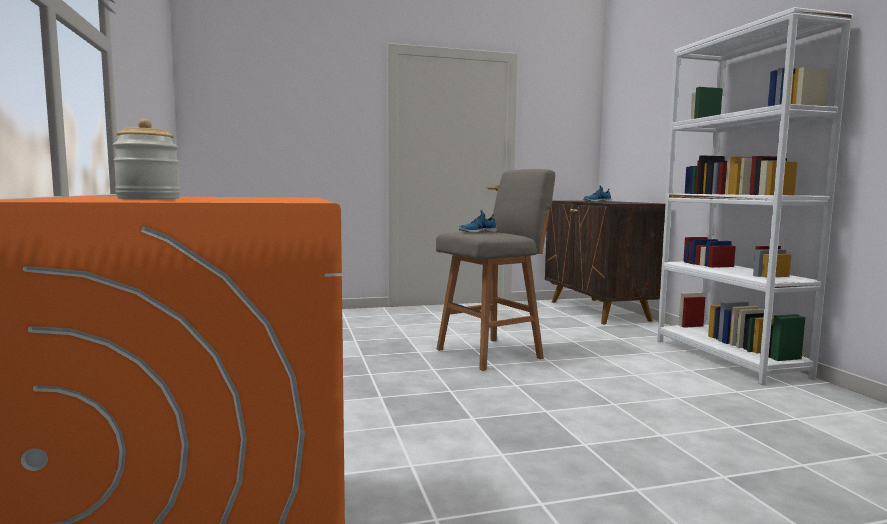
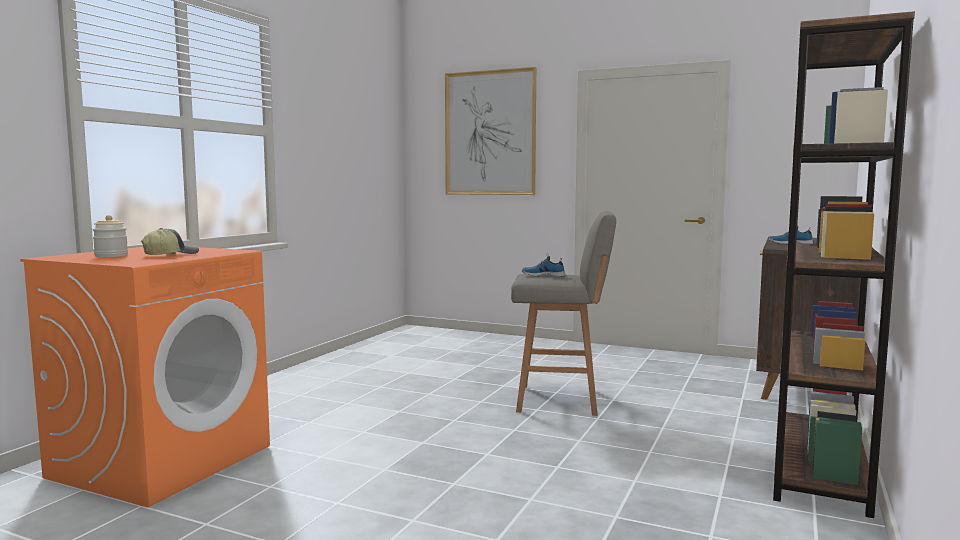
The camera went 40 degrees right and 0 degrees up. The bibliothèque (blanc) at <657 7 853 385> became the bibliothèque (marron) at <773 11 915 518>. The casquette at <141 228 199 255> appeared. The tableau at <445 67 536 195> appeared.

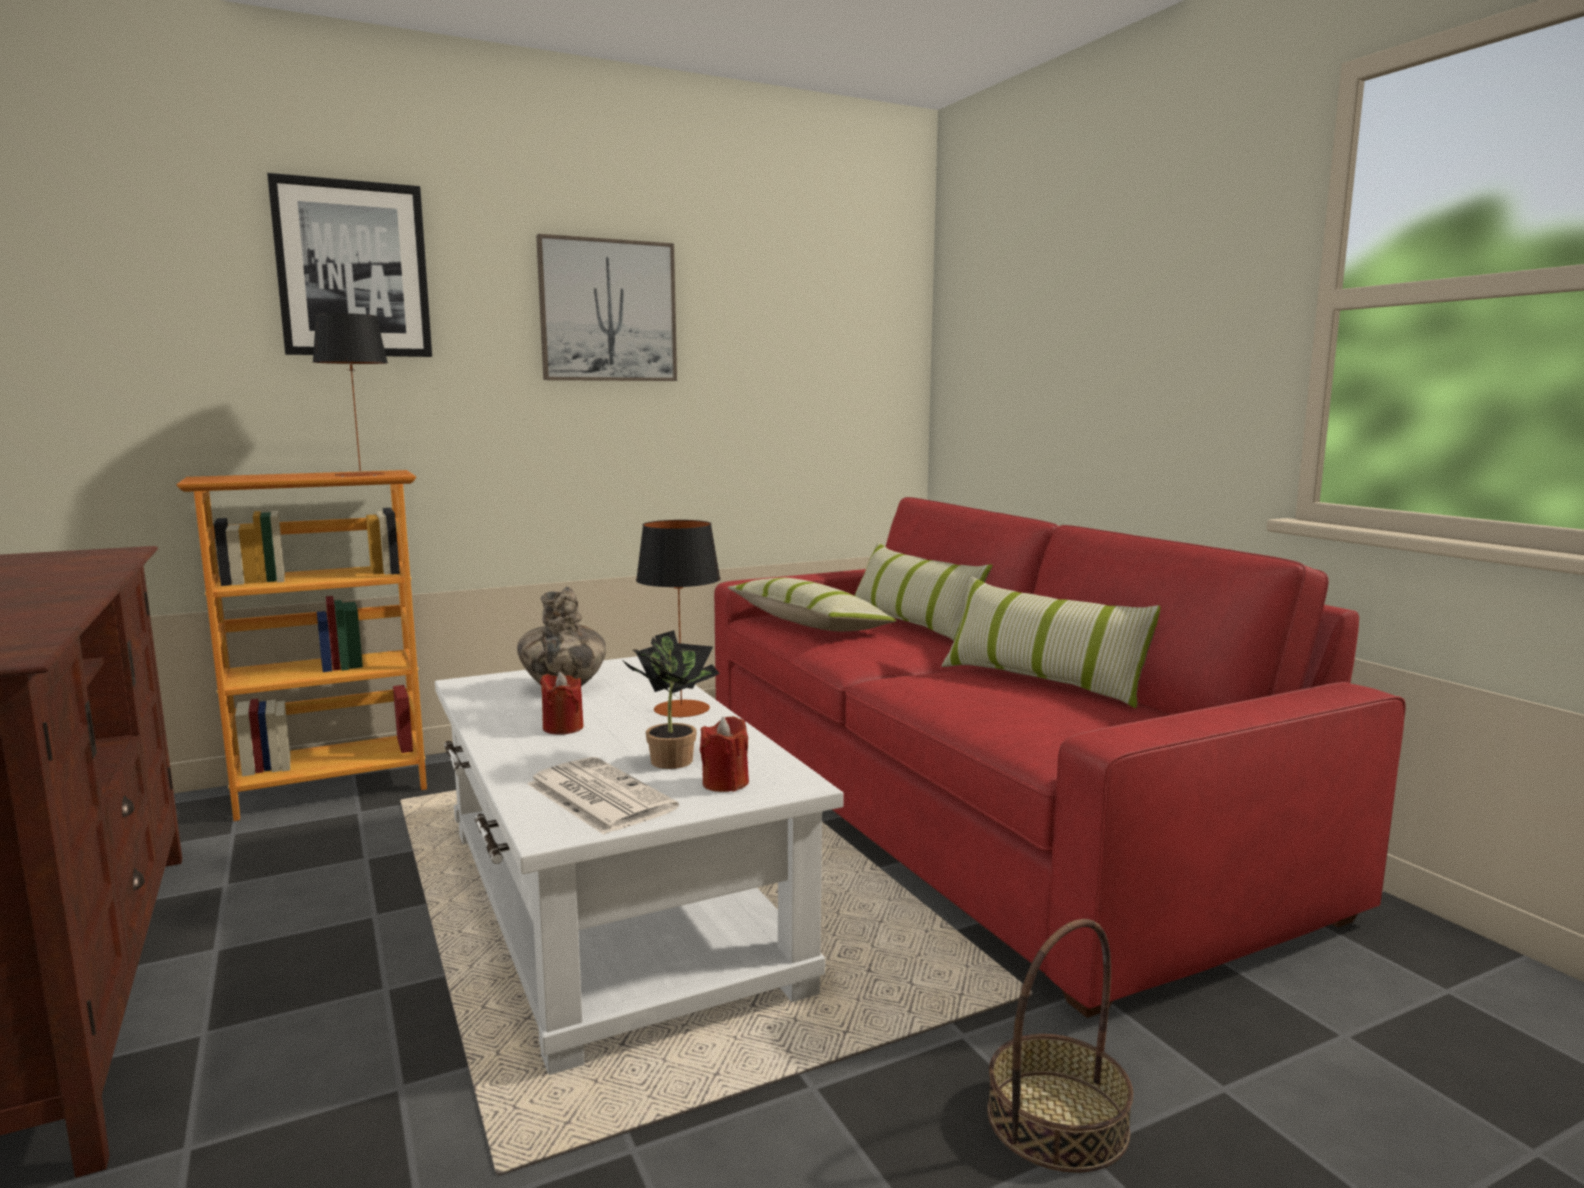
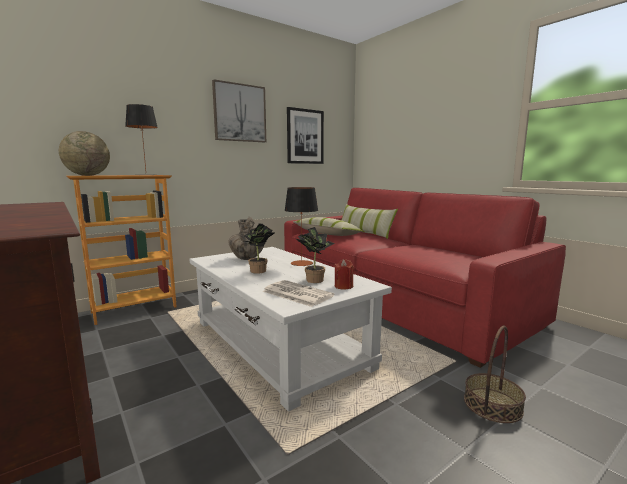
The camera went 10 degrees left and 0 degrees up. The tableau moved from <267 173 432 357> to <287 107 324 164>. The bougie (rouge) at <540 672 584 735> was replaced by the plante en pot at <242 223 275 274>. The coussin at <941 576 1160 708> disappeared. The globe at <59 131 110 176> appeared.

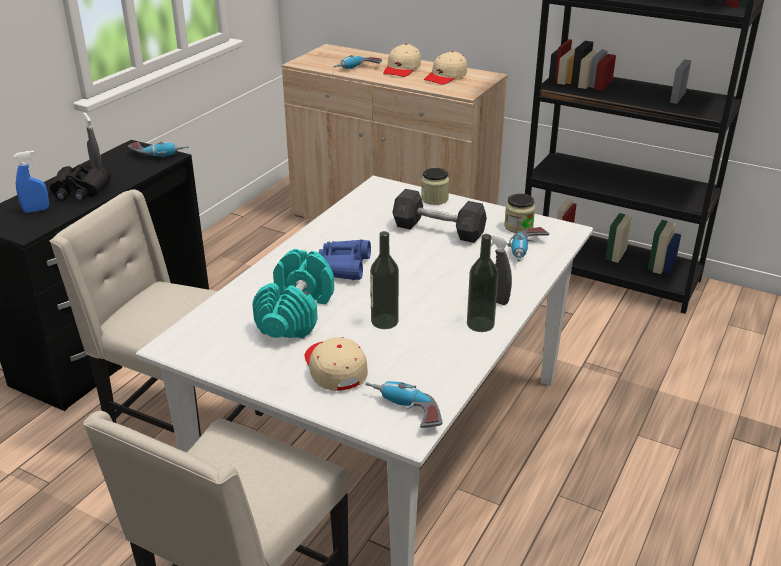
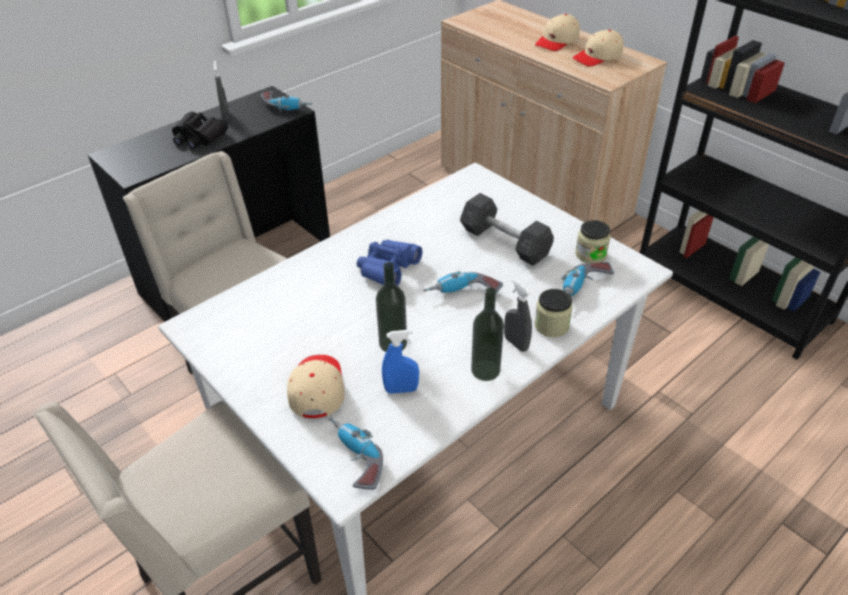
The camera went 20 degrees right and 10 degrees up. The vaporisateur (bleu) moved from <14 151 49 213> to <382 330 419 394>. The haltère (turquoise) at <252 249 334 338> disappeared. The perceuse moved from <334 55 382 69> to <423 271 503 293>. The bocal moved from <421 168 449 205> to <534 289 573 337>.

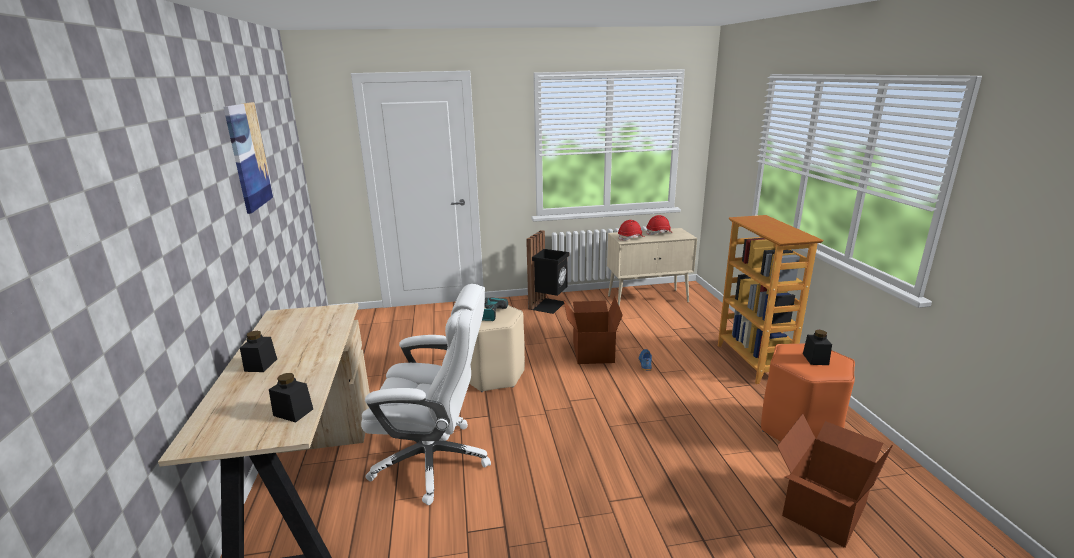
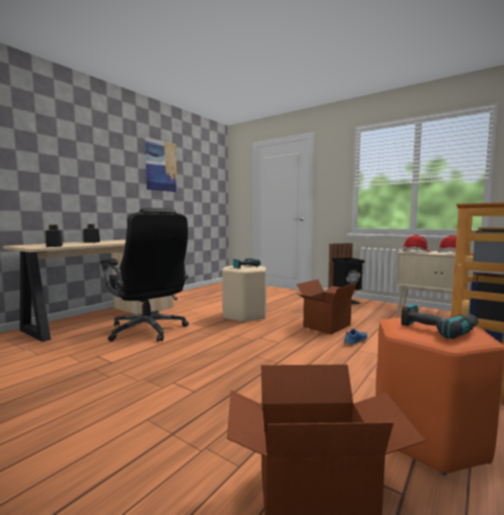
The camera went 45 degrees right and 15 degrees down. The chaise de bureau (blanc) at <361 284 491 505> became the chaise de bureau (noir) at <100 208 189 342>. The bocal (noir) at <803 330 832 365> was replaced by the perceuse at <401 304 478 339>.

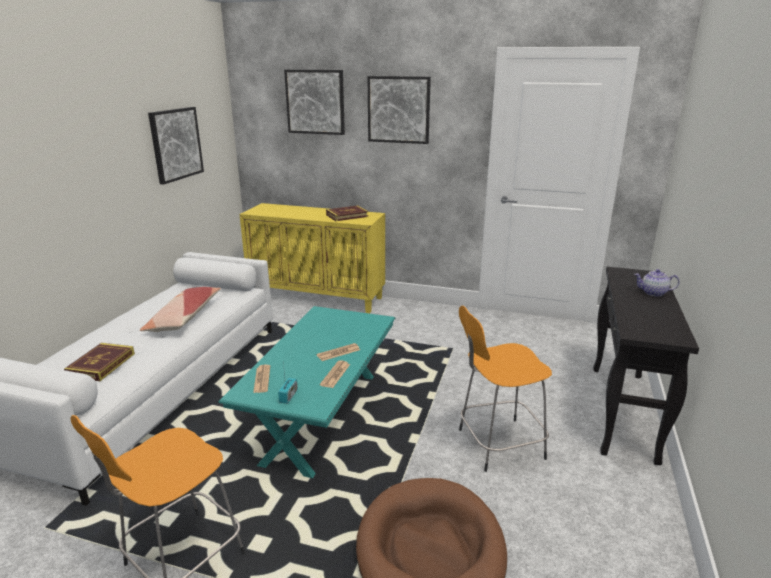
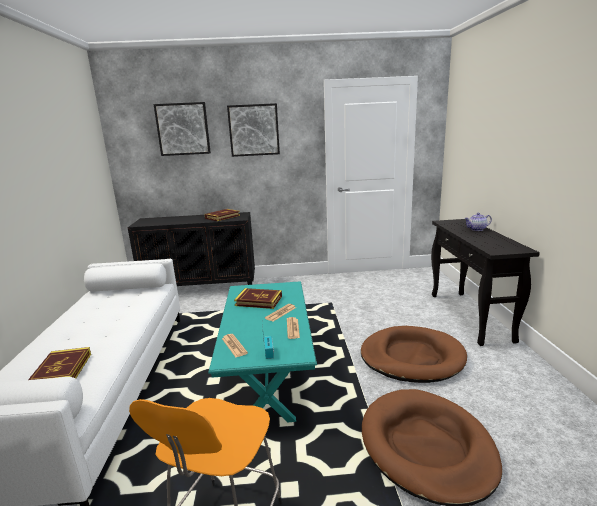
The camera went 20 degrees left and 5 degrees down. The coussin at <140 287 221 332> disappeared. The tableau at <148 107 204 185> disappeared. The meuble de rangement (jaune) at <239 203 385 313> became the meuble de rangement (noir) at <128 212 255 286>. The tabouret (orange) at <459 306 552 472> was replaced by the panier pour chien (marron) at <361 326 467 383>. The livre at <234 288 282 309> appeared.

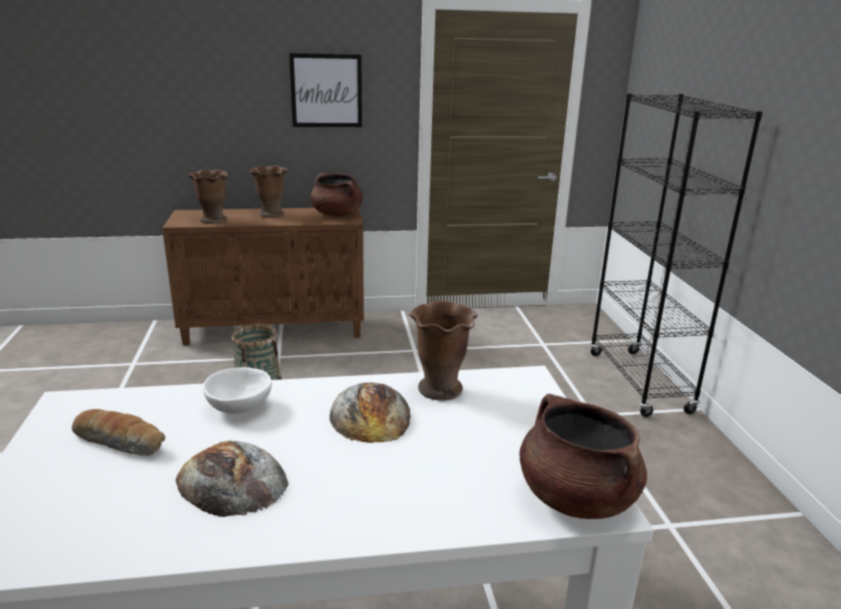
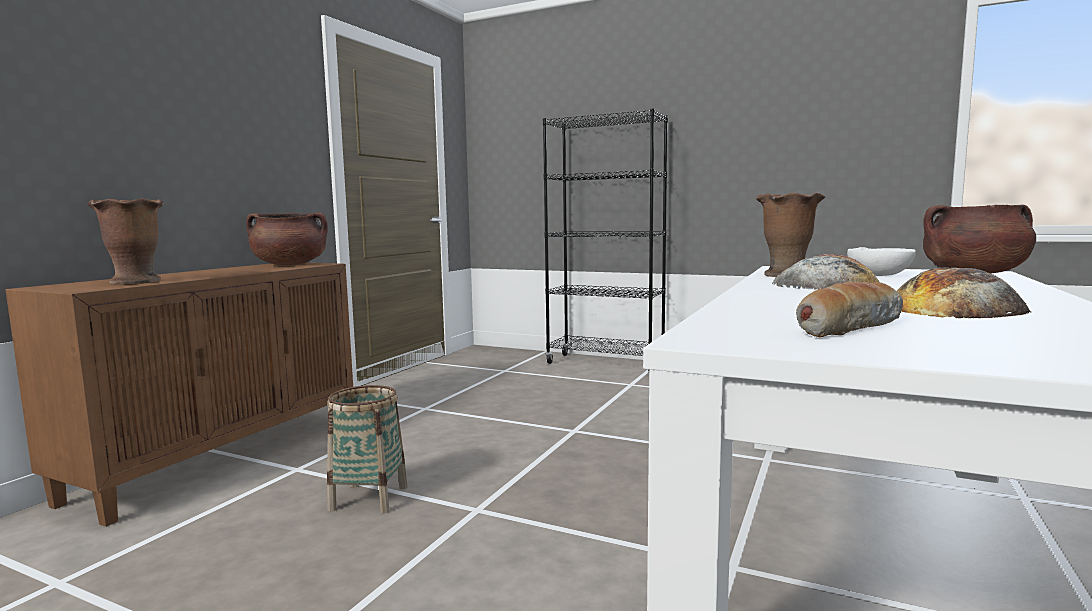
The camera went 55 degrees left and 15 degrees down. The bol (blanc) moved from <203 367 272 414> to <847 247 916 276>. The vase (marron) at <250 165 288 218> disappeared. The tableau at <289 53 362 127> disappeared.

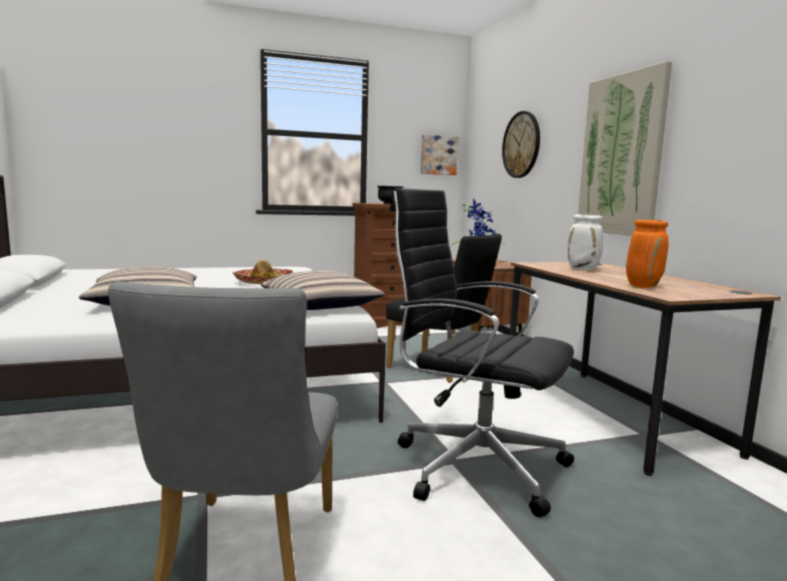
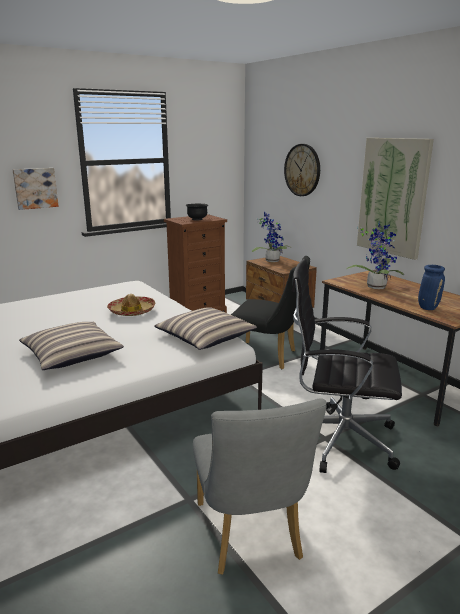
The camera went 15 degrees left and 10 degrees up. The tableau moved from <421 134 458 175> to <13 168 59 210>. The vase (blanc) at <568 214 603 270> was replaced by the plante en pot at <346 223 404 289>. The vase (orange) at <626 220 669 288> became the vase (bleu) at <418 265 445 310>.

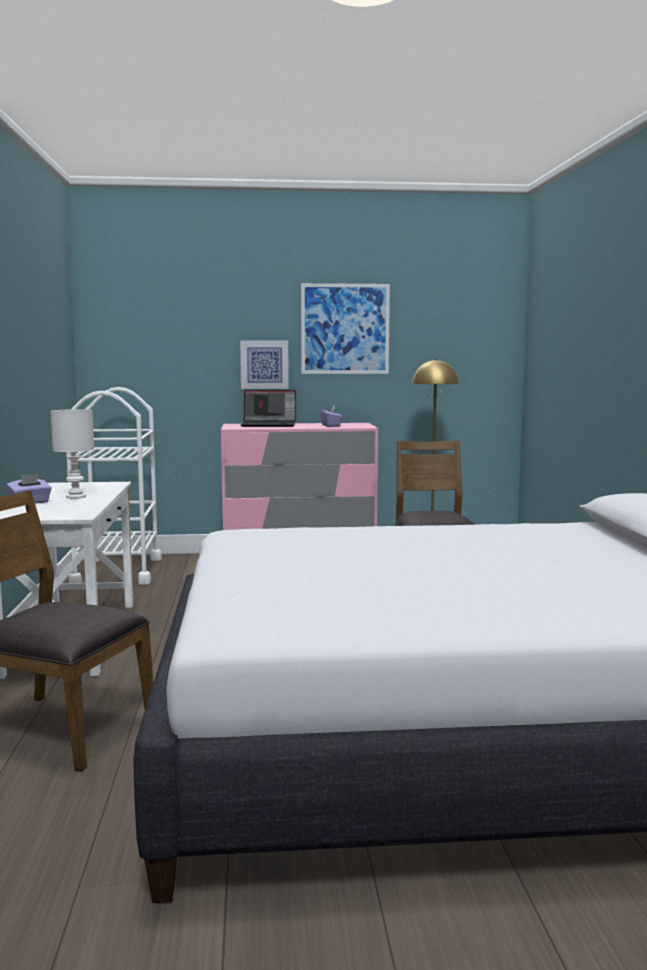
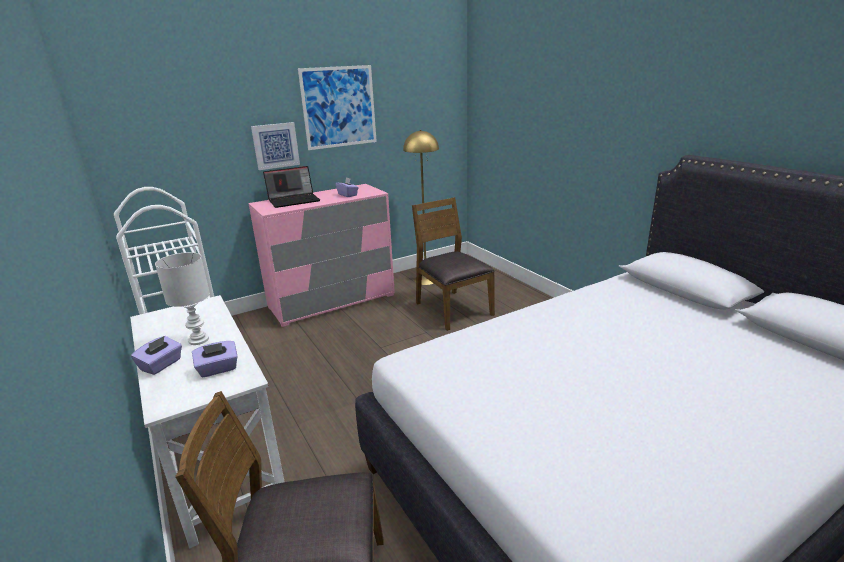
The camera went 25 degrees left and 15 degrees up. The boîte à mouchoirs (violet) at <192 341 238 378> appeared.

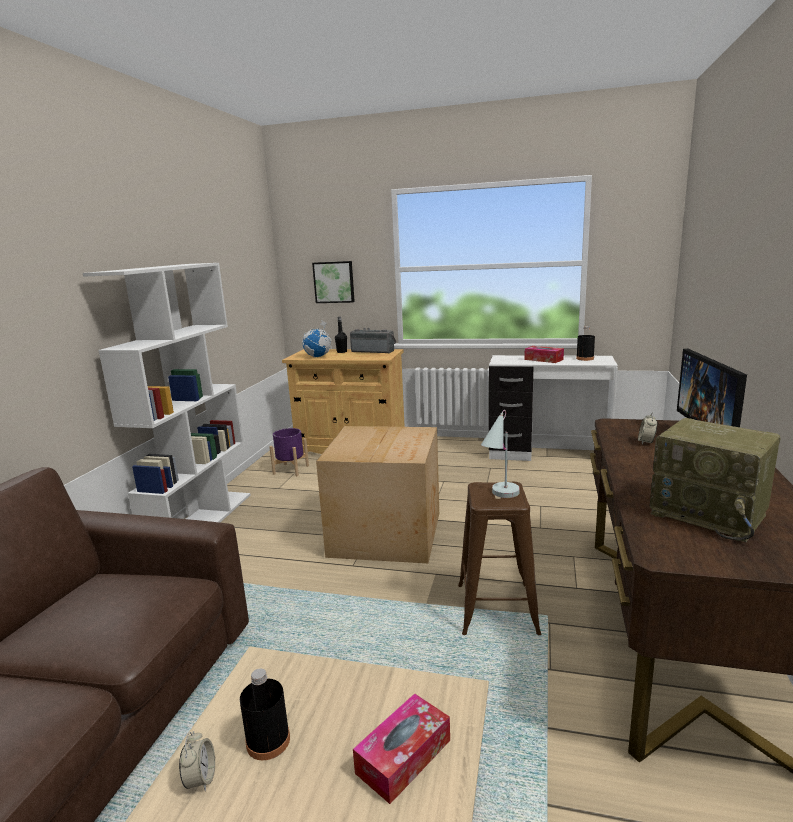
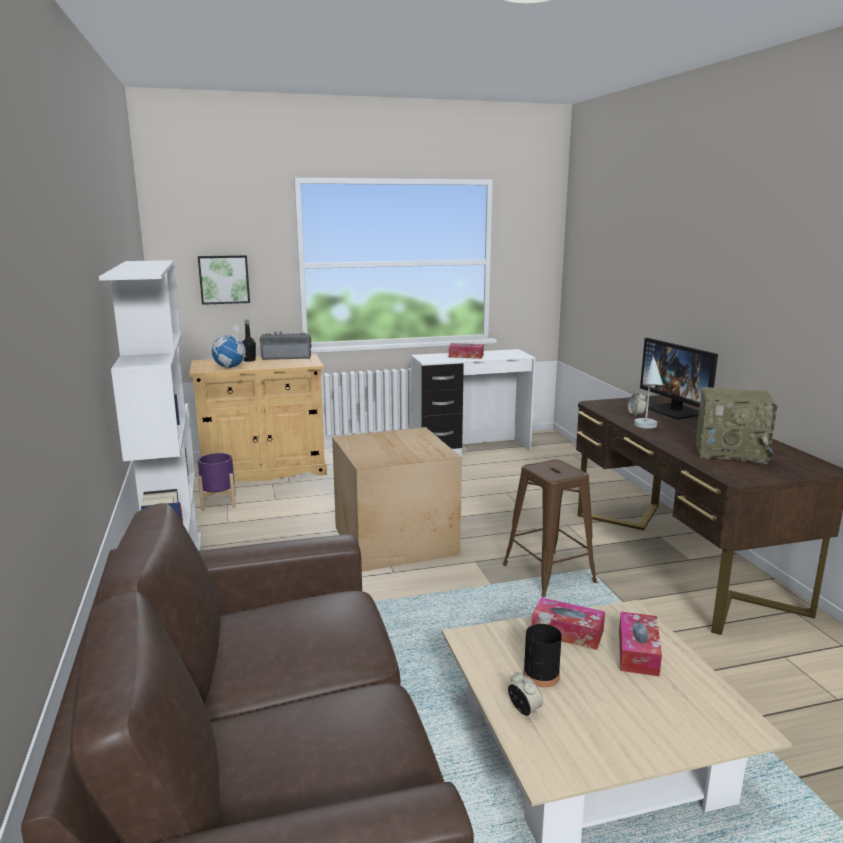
The camera went 30 degrees left and 0 degrees up. The lampe de table (blanc) moved from <481 410 520 498> to <634 356 663 429>. The bouteille (noir) at <576 326 595 361> disappeared. The boîte à mouchoirs at <531 598 605 650> appeared.

